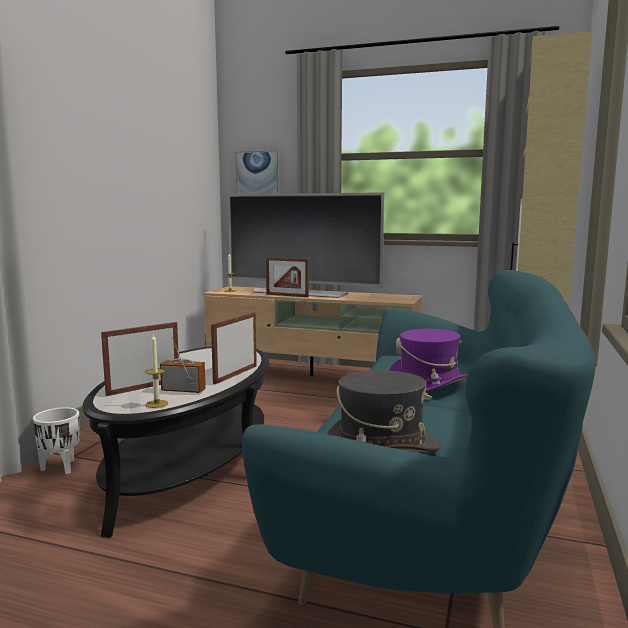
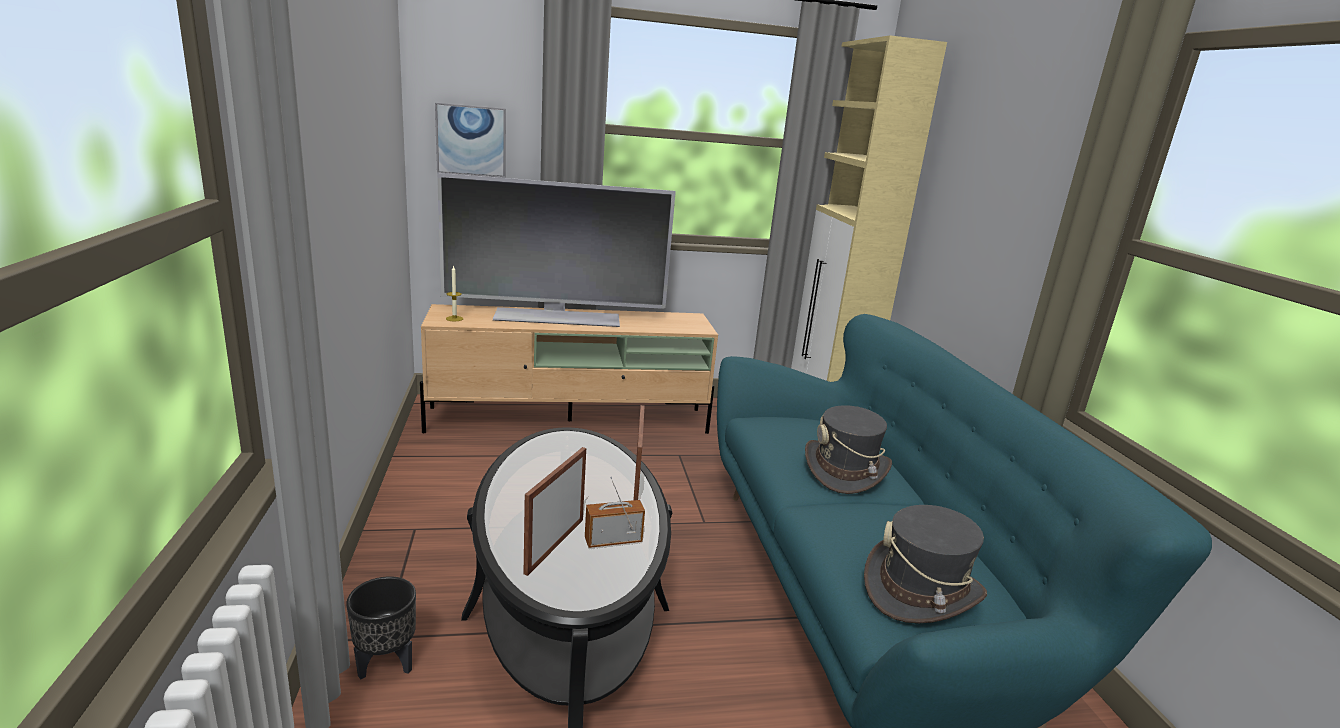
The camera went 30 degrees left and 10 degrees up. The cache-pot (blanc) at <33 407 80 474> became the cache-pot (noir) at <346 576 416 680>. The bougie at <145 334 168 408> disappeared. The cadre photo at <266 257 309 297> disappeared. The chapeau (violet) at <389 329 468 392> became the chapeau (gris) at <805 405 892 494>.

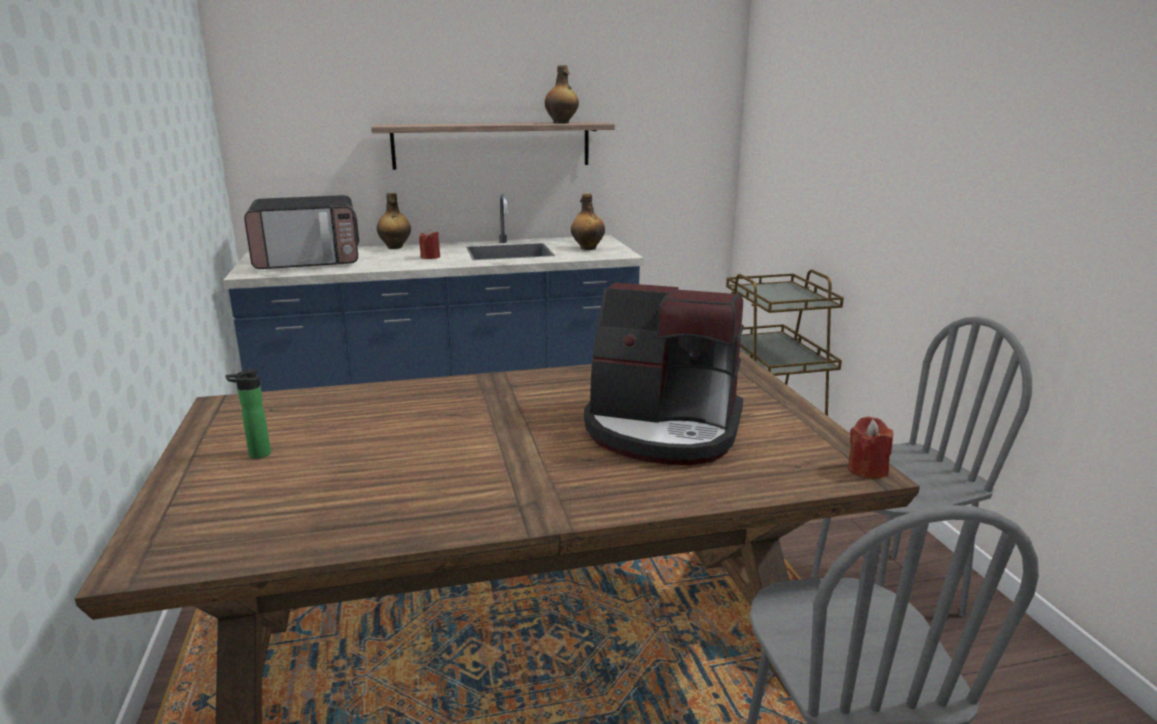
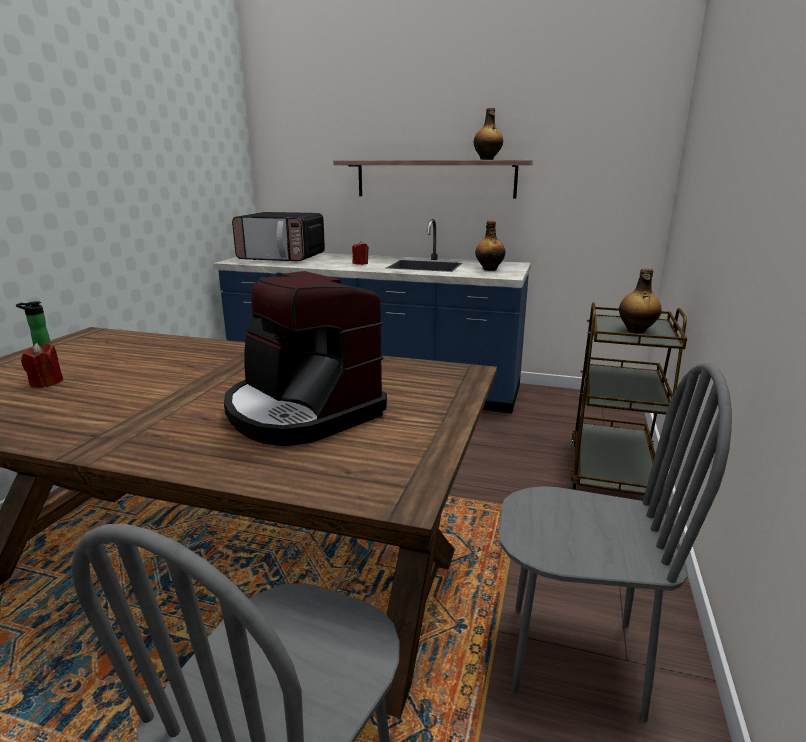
The camera went 30 degrees right and 0 degrees up. The bouteille moved from <377 193 411 249> to <619 269 662 334>. The bougie (rouge) moved from <848 417 893 479> to <21 343 63 388>.

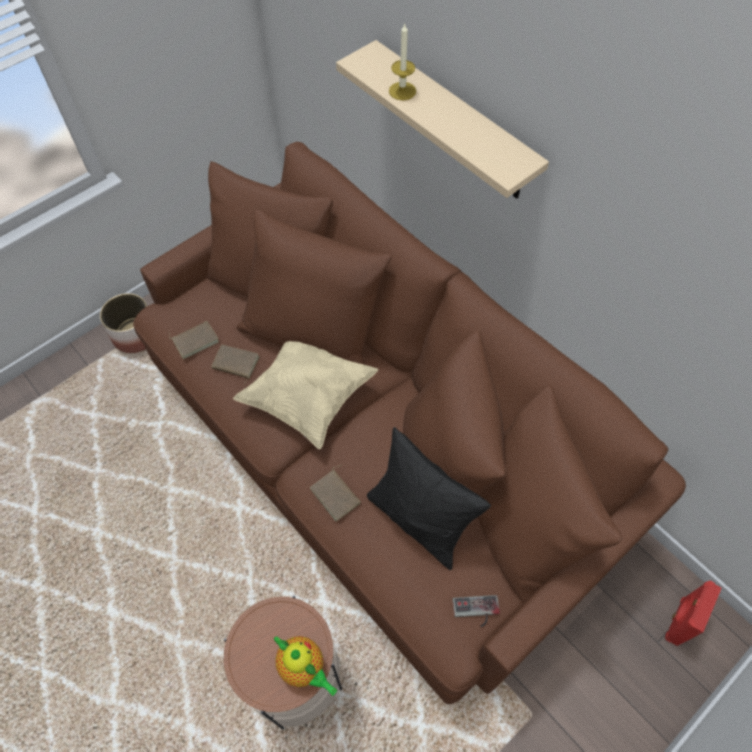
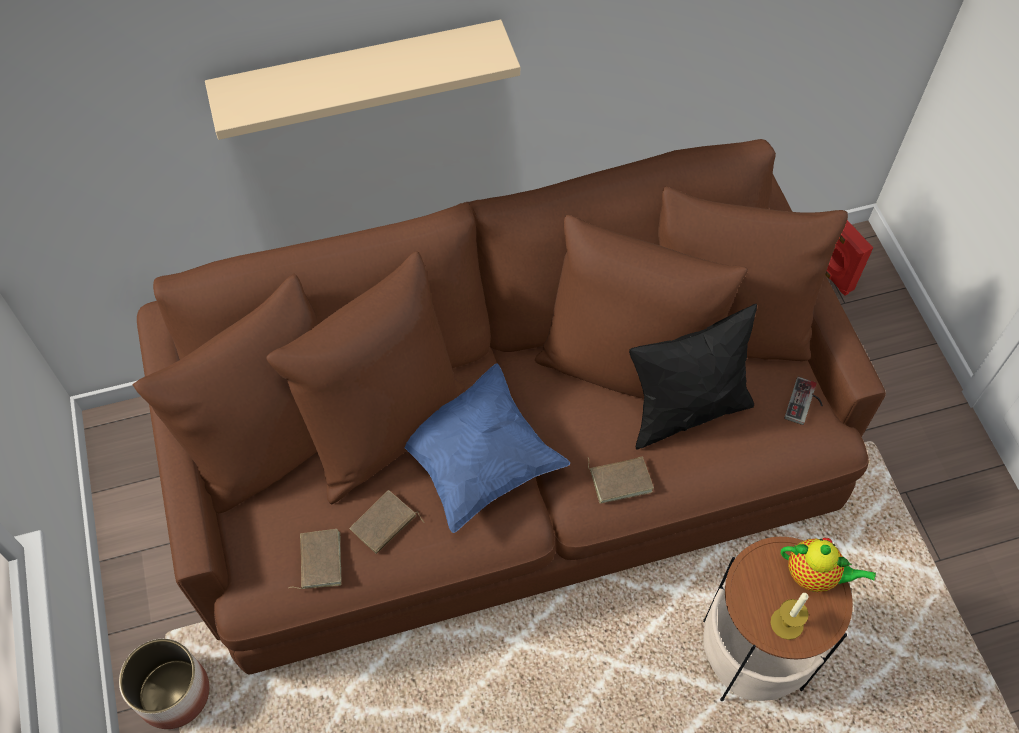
The camera went 65 degrees left and 0 degrees up. The coussin (beige) at <233 341 378 449> became the coussin (bleu) at <404 363 570 533>. The théière at <274 636 337 696> turned 45 degrees clockwise. The bougie moved from <389 24 416 100> to <771 593 809 640>.

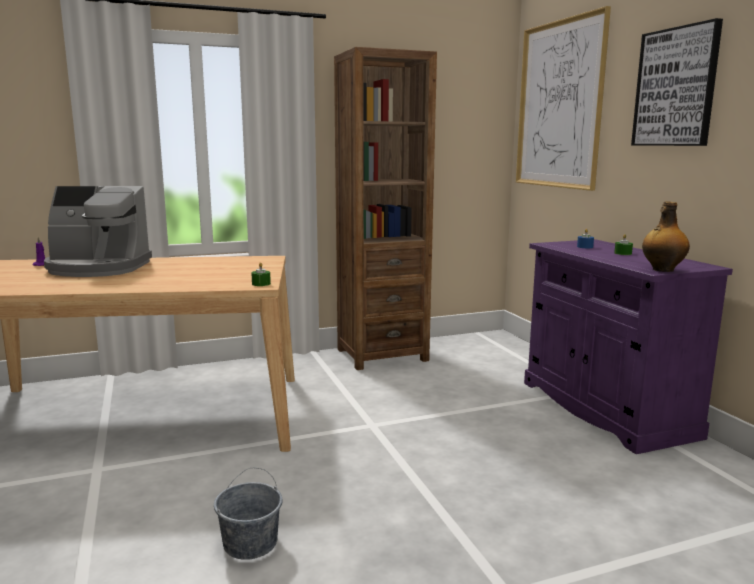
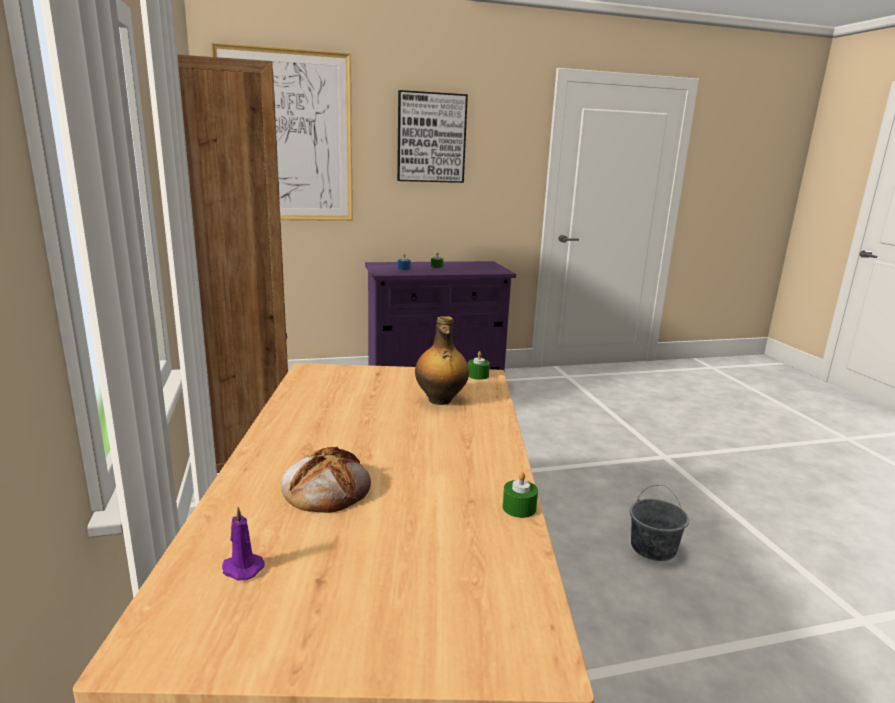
The camera went 85 degrees left and 5 degrees up. The machine à café at <44 186 152 277> was replaced by the pain at <281 447 371 513>. The bouteille moved from <642 201 690 272> to <415 316 469 405>. The bougie (vert) at <503 472 538 518> appeared.

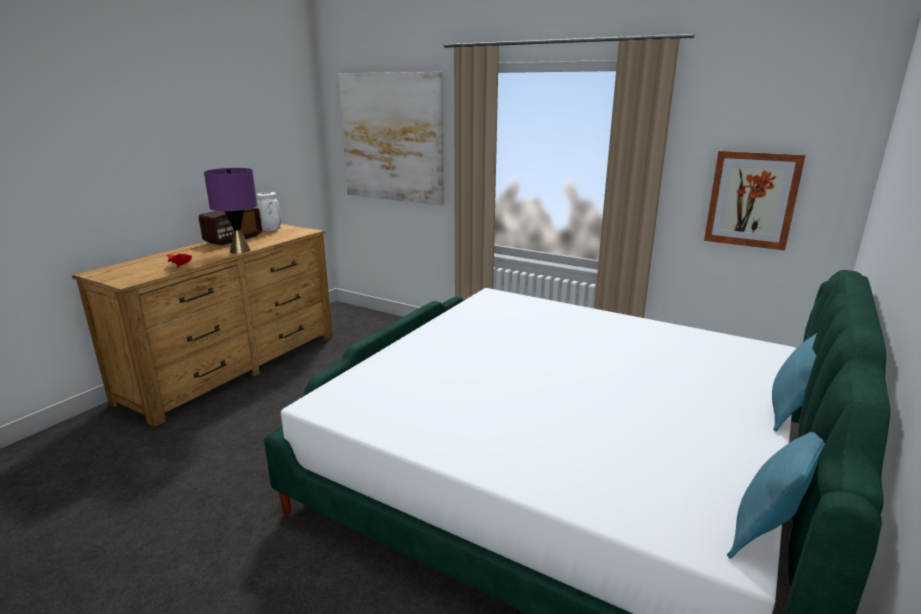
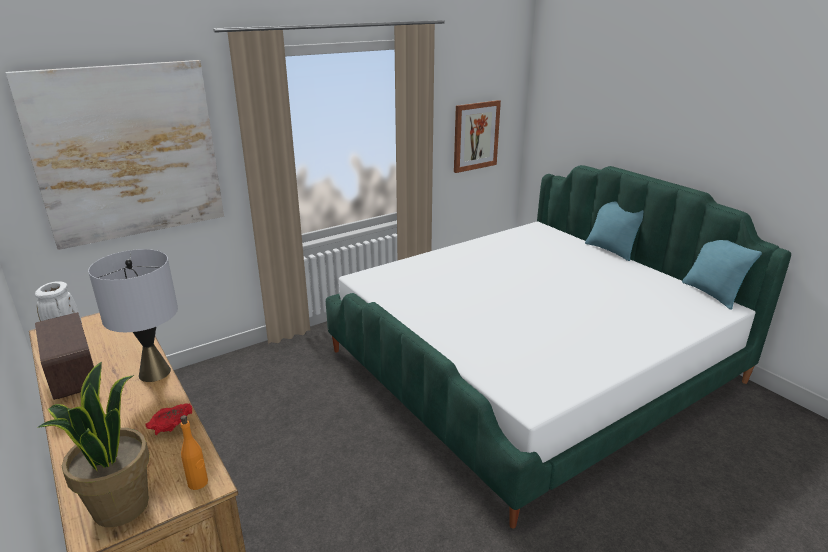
The camera went 65 degrees left and 5 degrees up. The lampe de table (violet) at <204 168 257 254> became the lampe de table (gris) at <88 249 178 382>. The plante en pot at <37 362 150 527> appeared. The bouteille (orange) at <180 415 208 490> appeared.

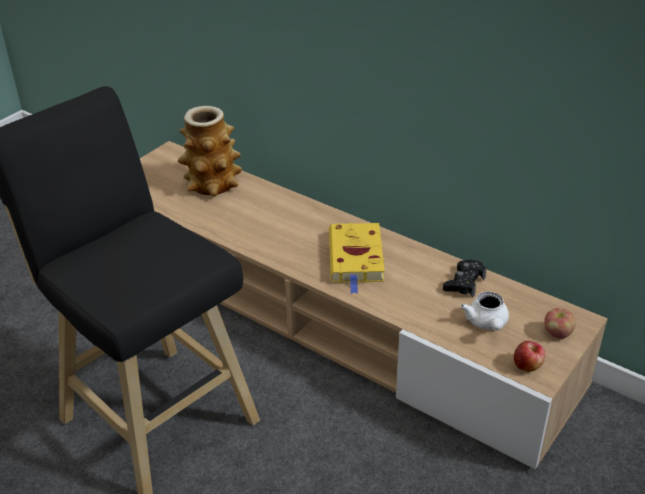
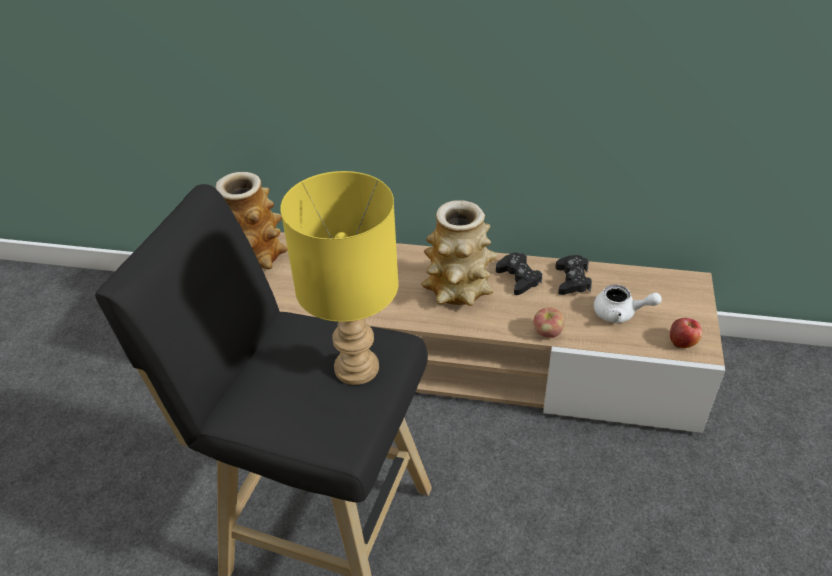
The camera went 25 degrees left and 5 degrees up. The livre (jaune) at <329 223 385 294> was replaced by the vase at <421 200 498 306>. The théière (blanc) at <461 292 509 330> turned 45 degrees counterclockwise. The pomme moved from <544 308 576 339> to <533 307 564 338>. The lampe de table (jaune) at <280 171 399 385> appeared. The manette (noir) at <496 253 542 295> appeared.

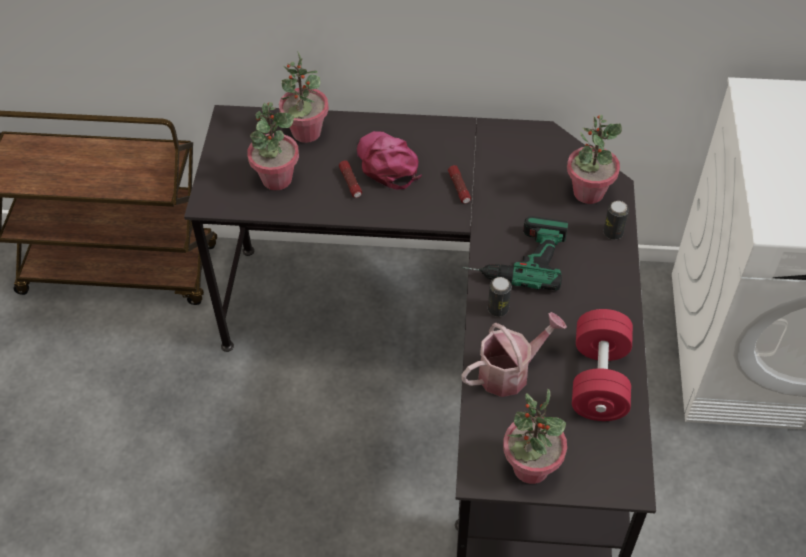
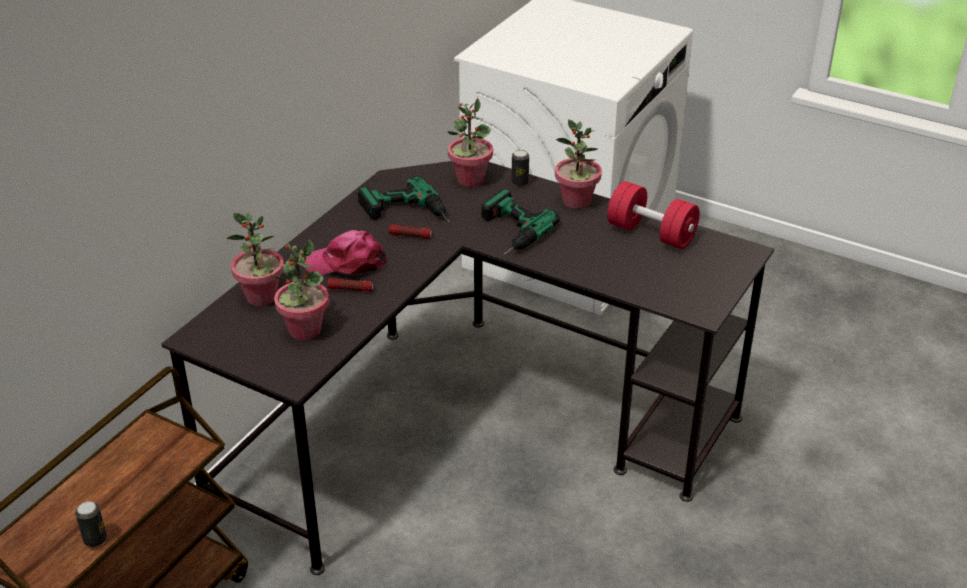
The camera went 65 degrees left and 15 degrees down. The arrosoir at <461 312 567 397> disappeared. The boîte métallique moved from <488 277 511 317> to <75 501 107 547>. The plante en pot moved from <503 389 567 484> to <555 119 602 209>. The perceuse at <358 175 450 223> appeared.

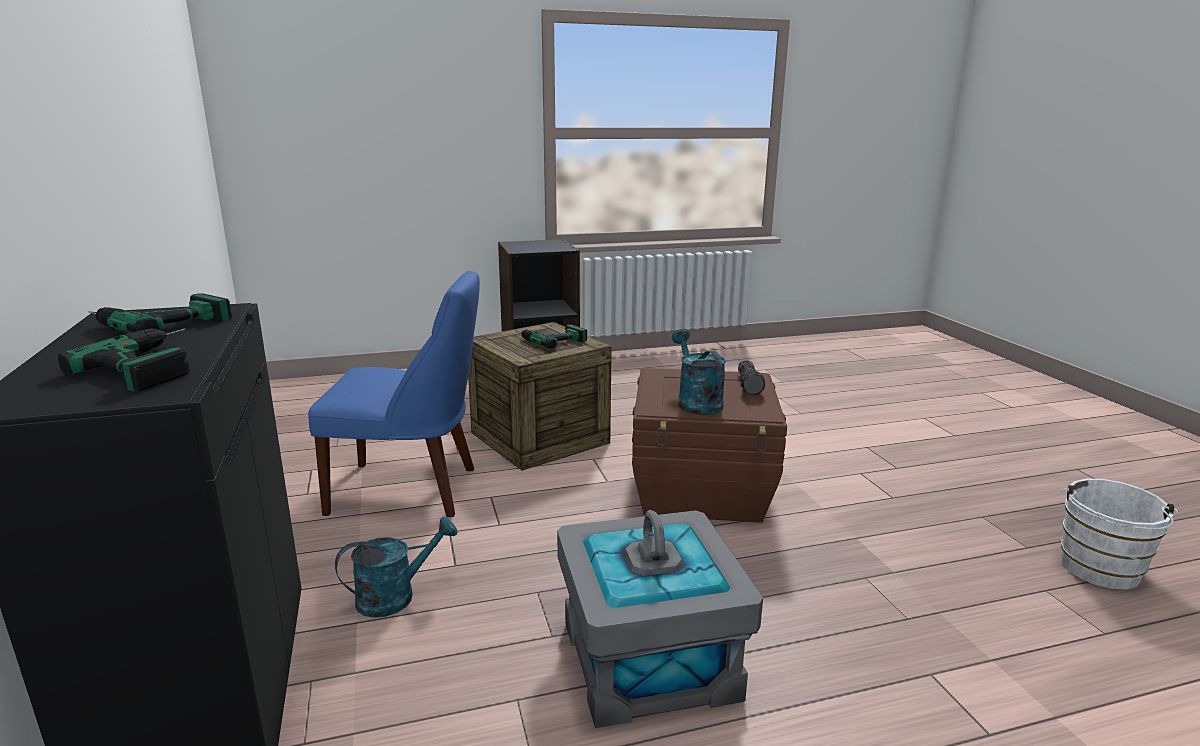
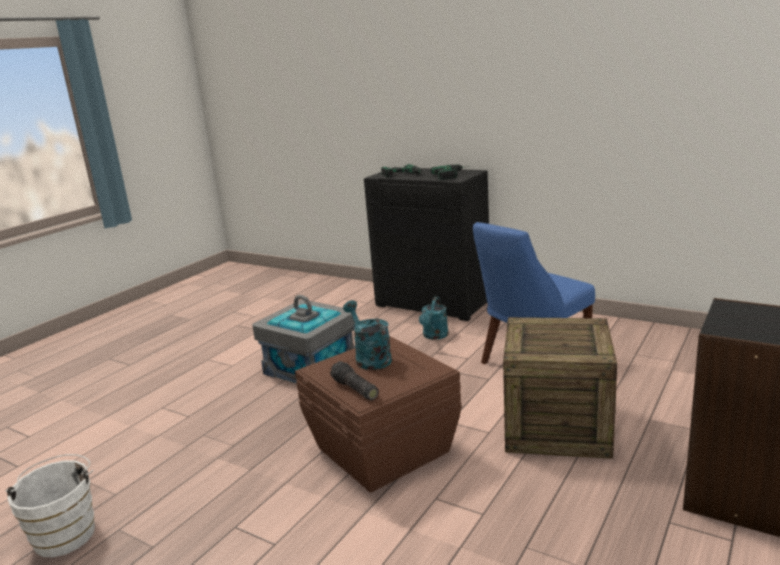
The camera went 140 degrees right and 0 degrees up. The perceuse at <516 324 587 349> disappeared. The arrosoir (turquoise) at <672 329 726 415> turned 150 degrees counterclockwise.

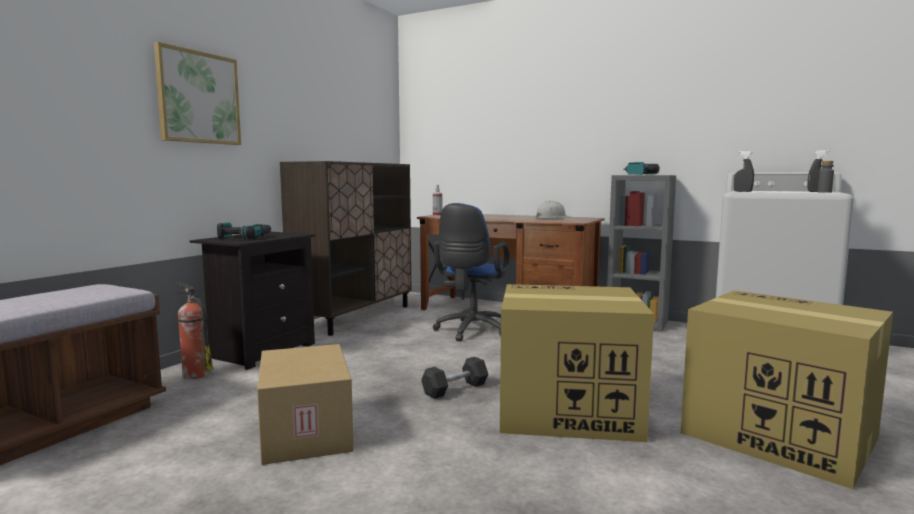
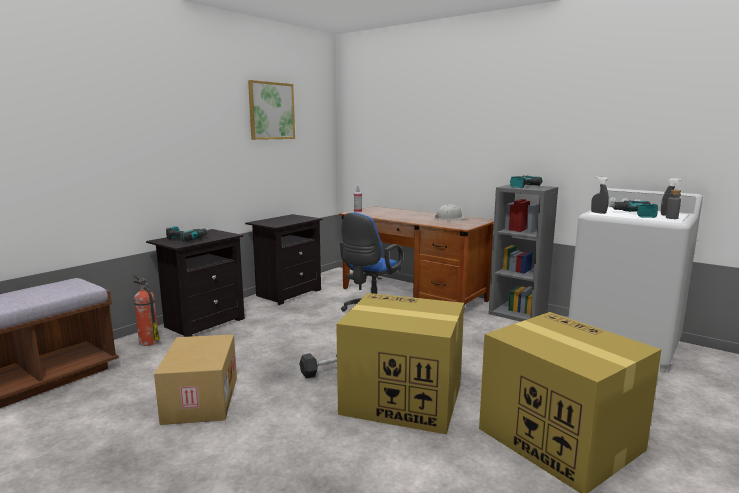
The camera went 10 degrees right and 5 degrees up. The tableau moved from <154 42 241 145> to <248 80 295 140>. The meuble de rangement (marron) at <280 161 411 336> was replaced by the table de chevet (noir) at <245 214 323 305>. The perceuse at <609 200 658 218> appeared.

